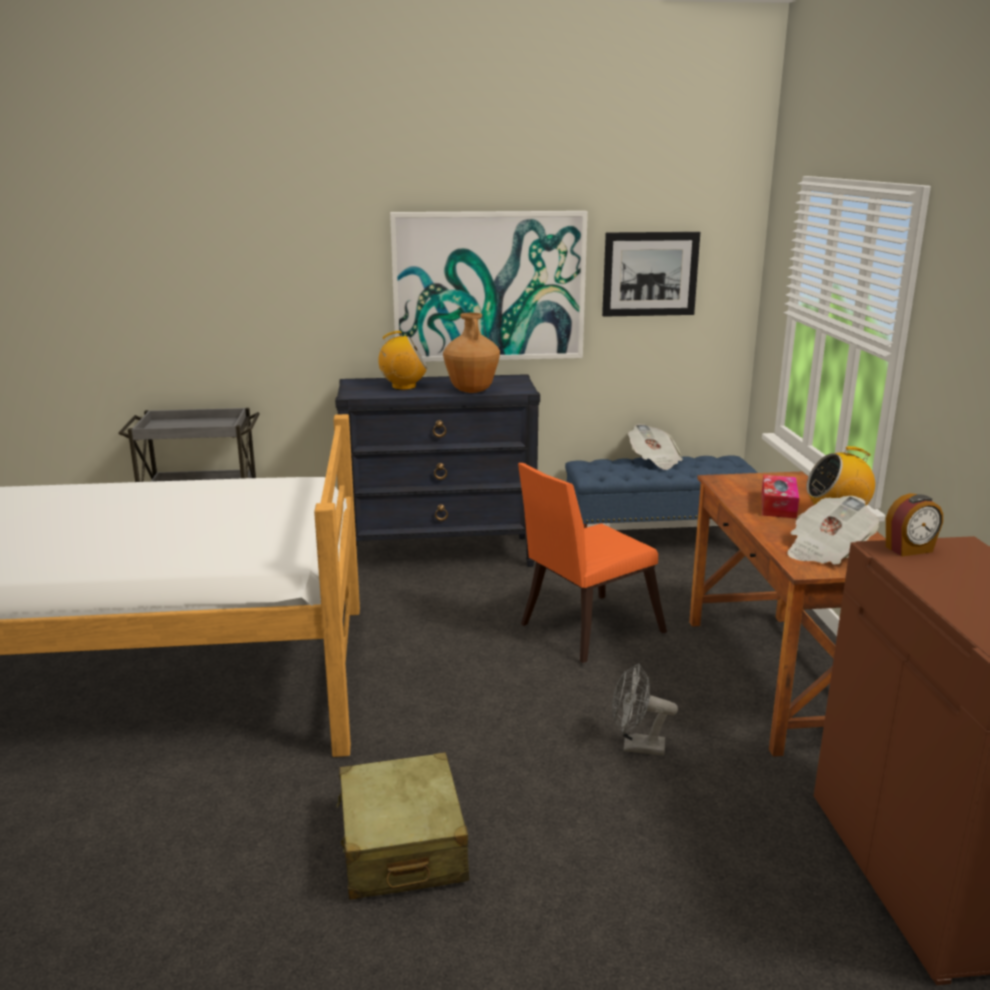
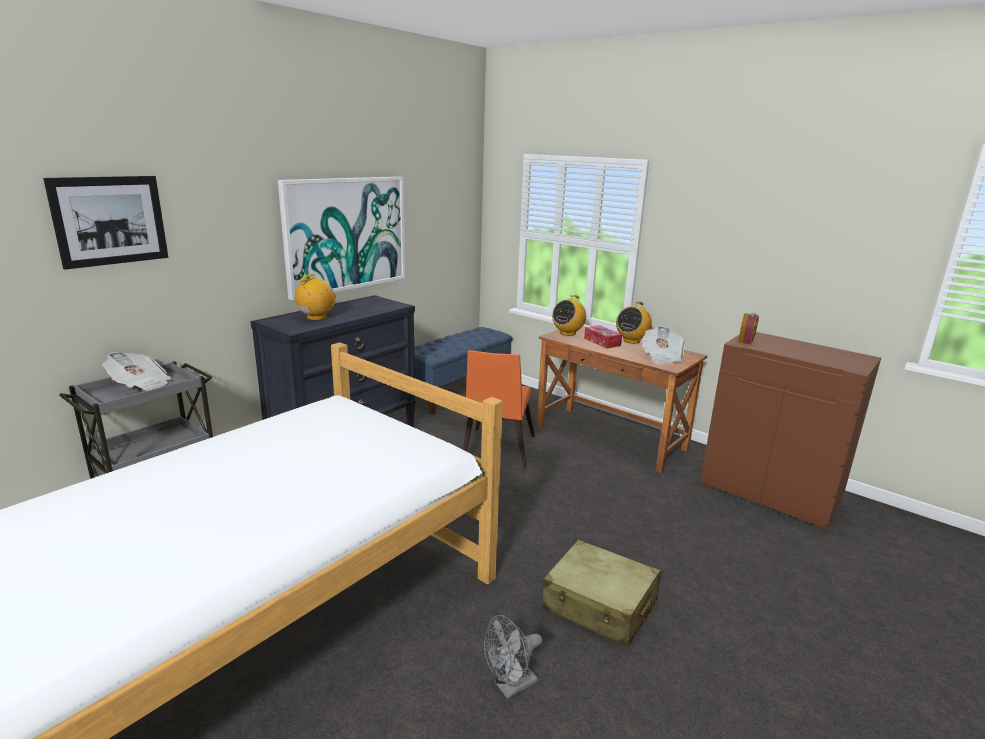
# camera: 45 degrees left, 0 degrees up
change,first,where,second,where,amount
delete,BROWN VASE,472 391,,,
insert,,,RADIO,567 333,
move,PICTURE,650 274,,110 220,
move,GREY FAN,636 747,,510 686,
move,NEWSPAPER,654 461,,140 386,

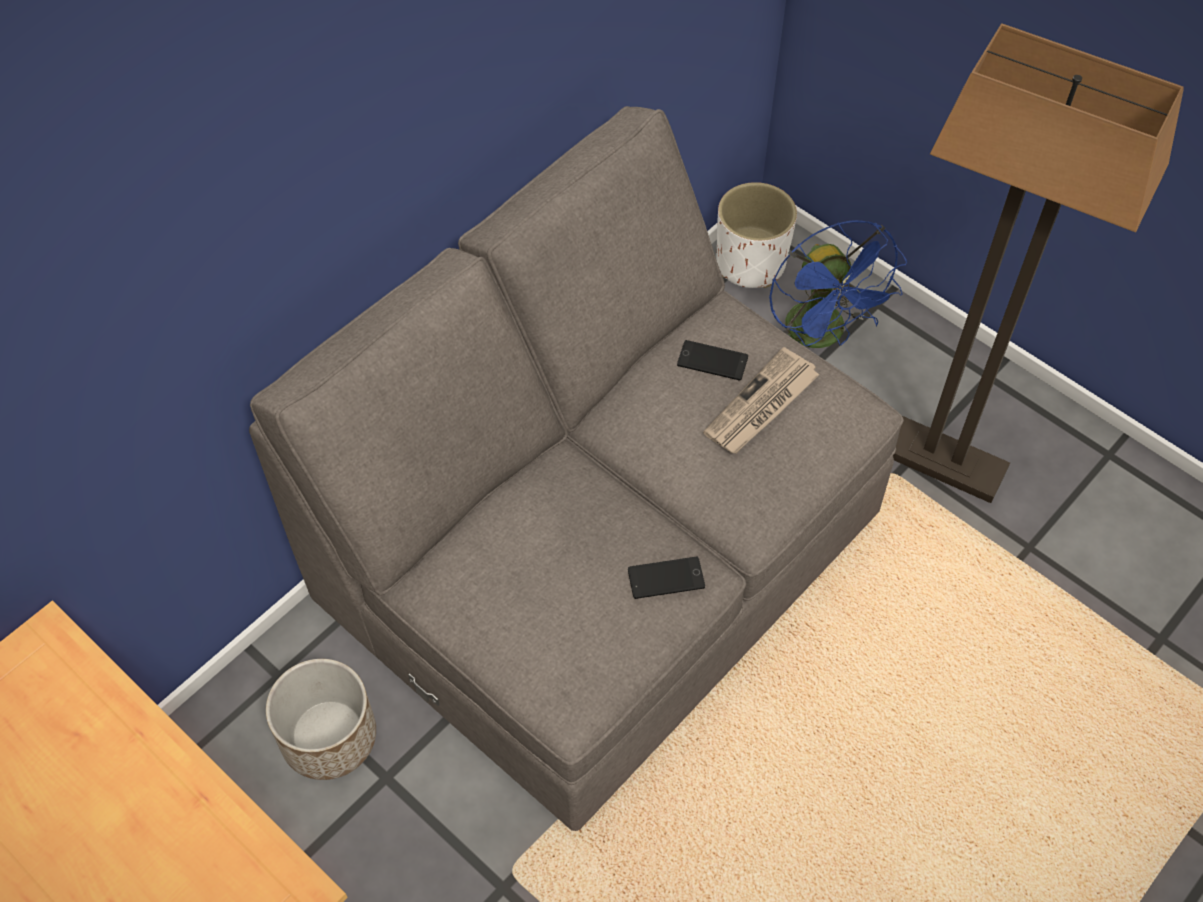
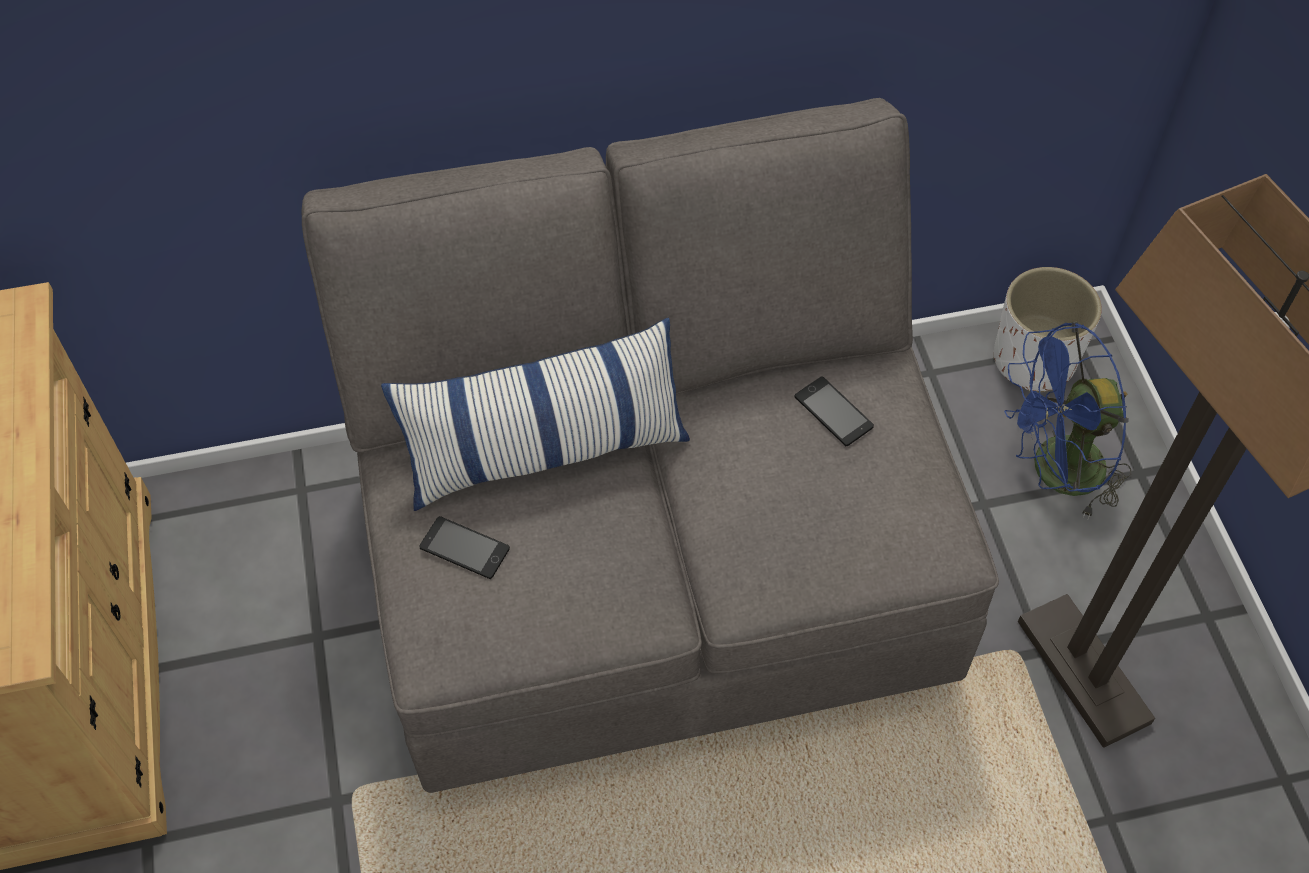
# camera: 35 degrees right, 0 degrees up
change,first,where,second,where,amount
delete,PLANTER,328 737,,,
delete,NEWSPAPER,761 406,,,
insert,,,PILLOW,545 450,
move,PHONE,666 578,,464 548,
rotate,BLUE FAN,823 336,,1054 473,60 degrees clockwise

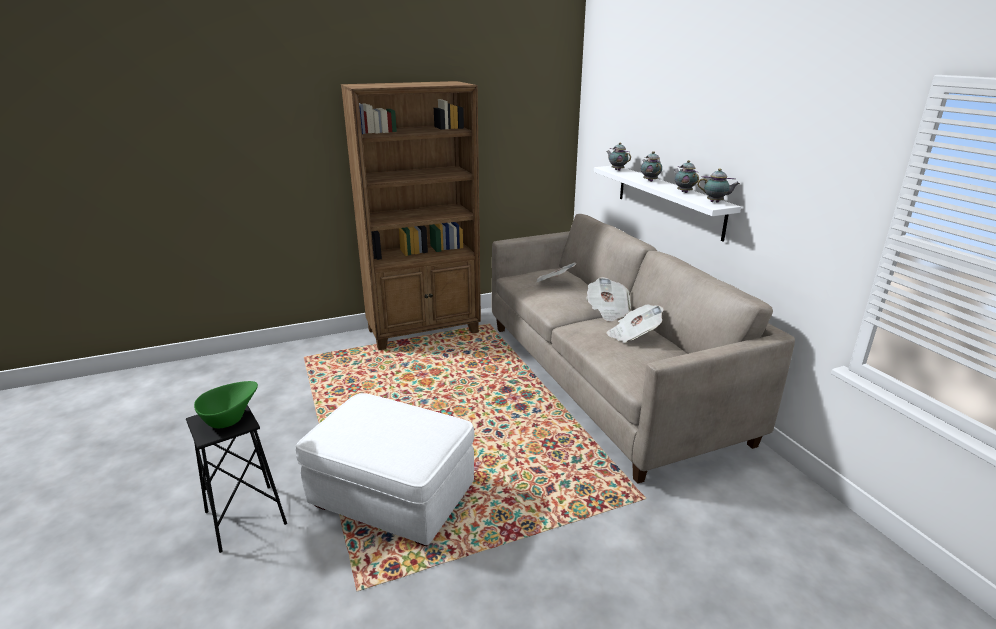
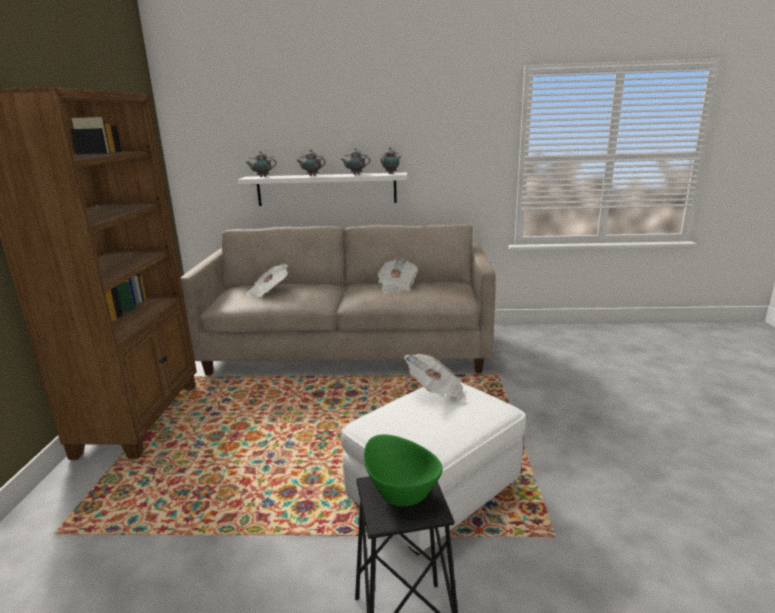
# camera: 65 degrees left, 5 degrees down
change,first,where,second,where,amount
move,NEWSPAPER,607 311,,436 392,

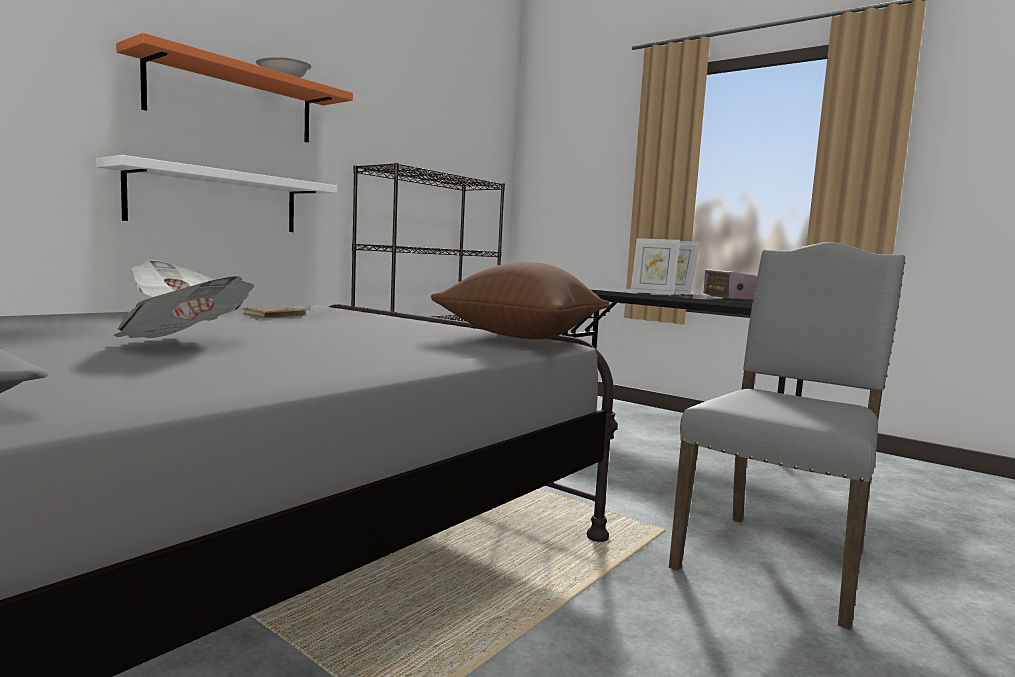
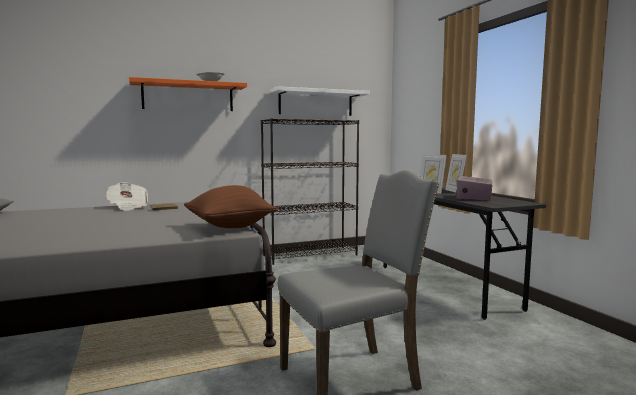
# camera: 30 degrees right, 0 degrees up
change,first,where,second,where,amount
delete,NEWSPAPER,186 344,,,
move,WHITE SHELF,216 200,,316 103,

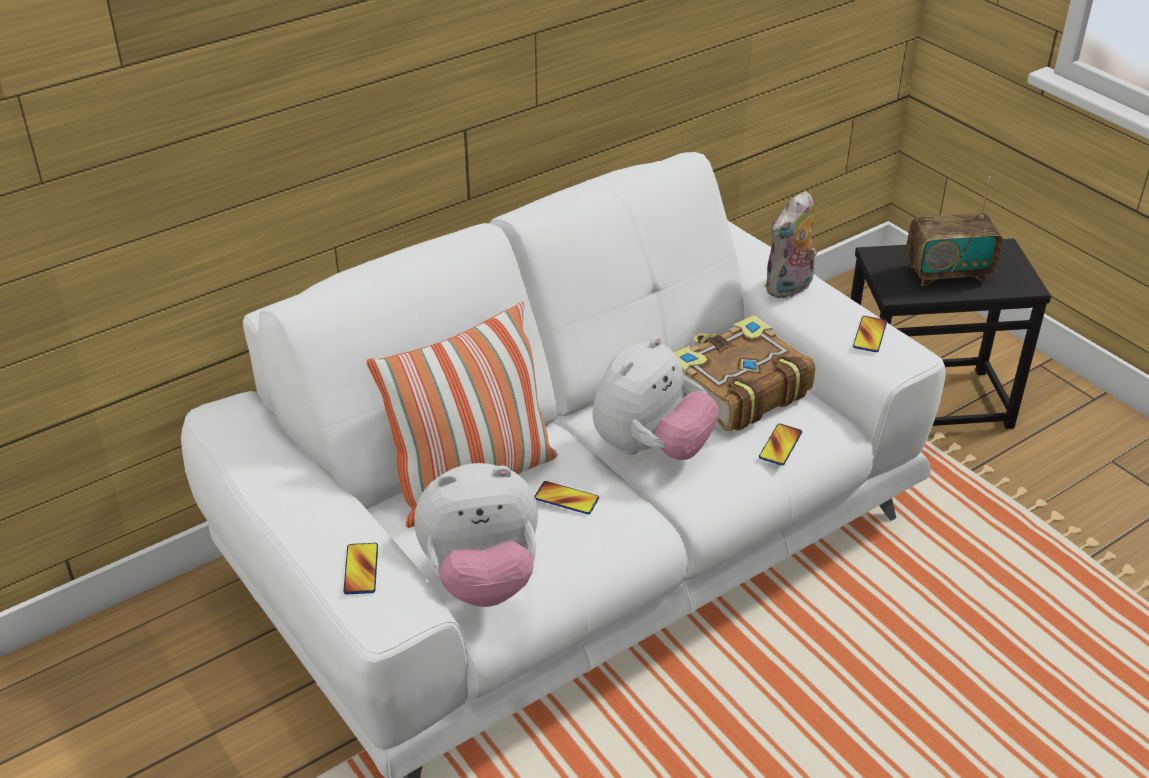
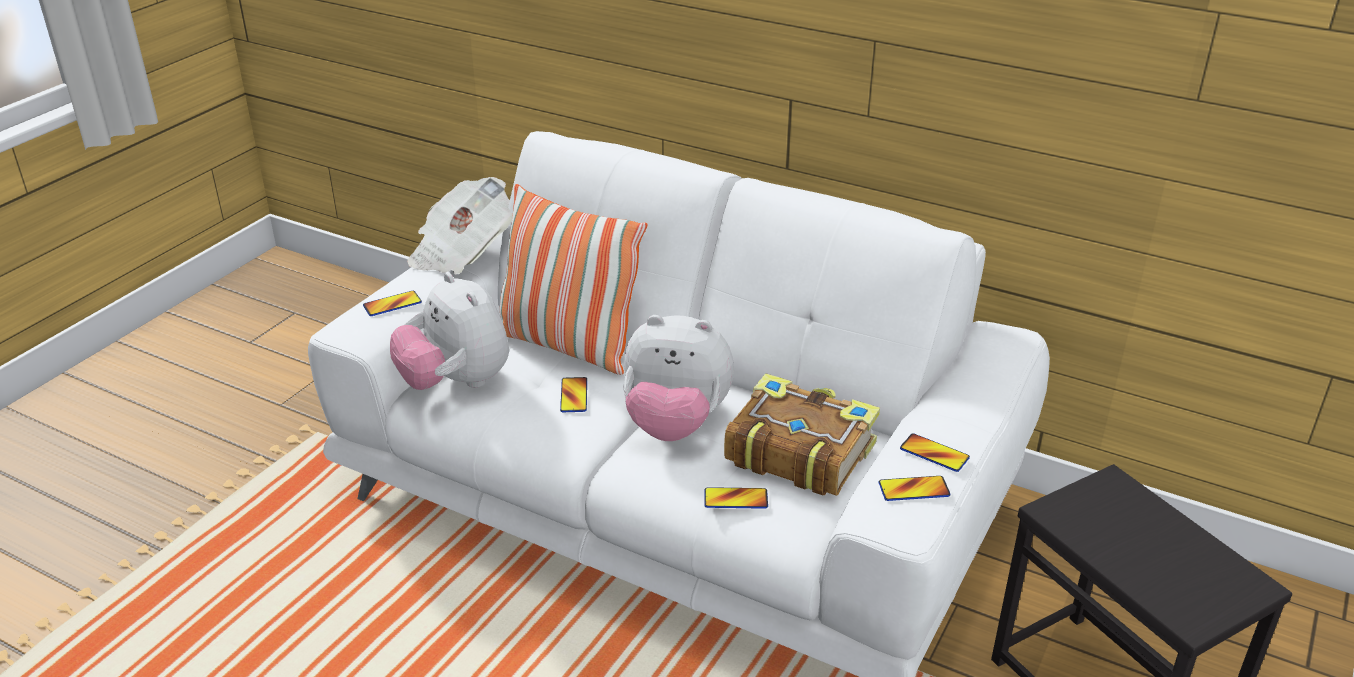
# camera: 65 degrees right, 5 degrees down
change,first,where,second,where,amount
delete,PLUSH TOY,789 288,,,
delete,RADIO,947 273,,,
insert,,,NEWSPAPER,461 252,
insert,,,PHONE,934 454,

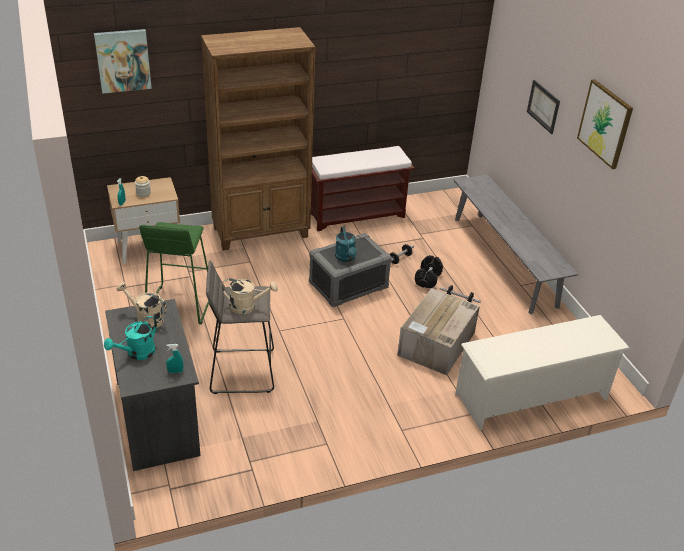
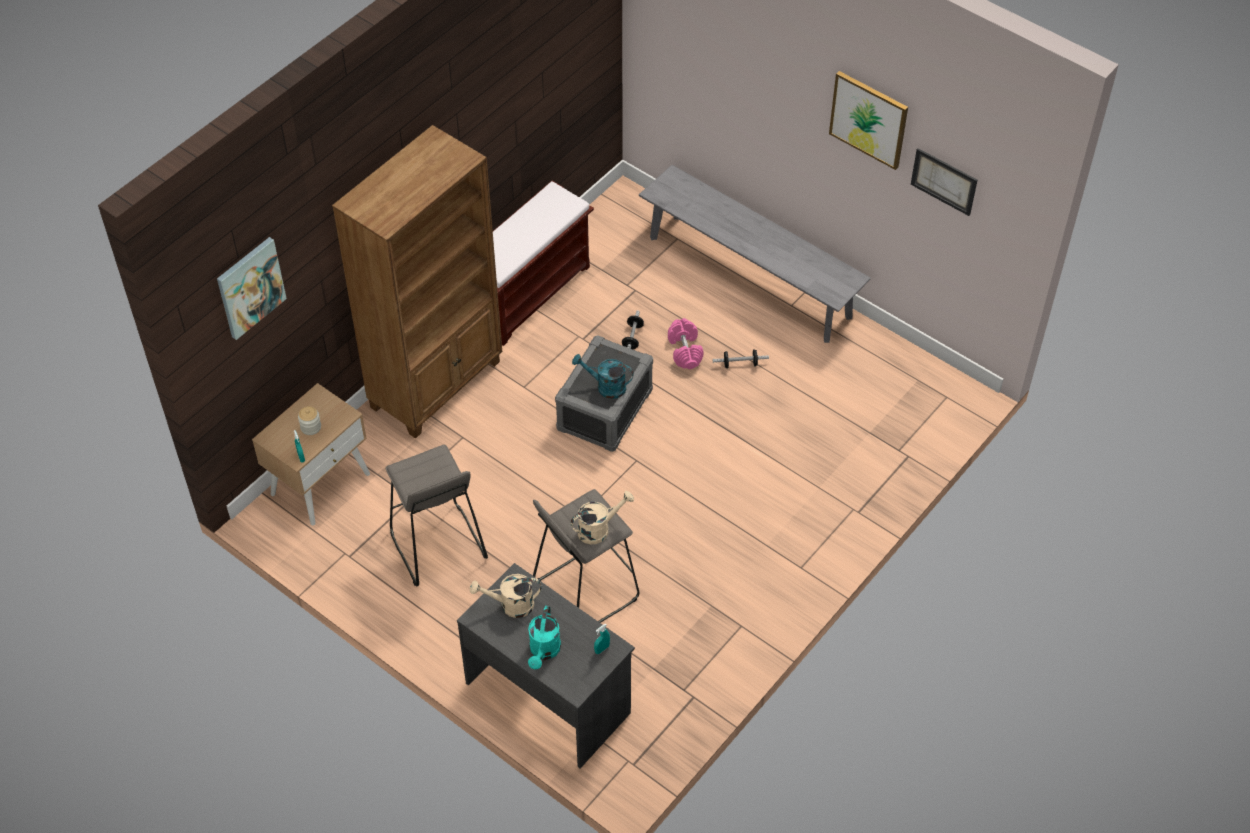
# camera: 30 degrees left, 15 degrees up
change,first,where,second,where,amount
delete,CARDBOARD BOX,436 344,,,
delete,WHITE SHOE RACK,532 397,,,
move,PICTURE,543 106,,944 181,
recolor,GREEN STOOL,179 305,GREY STOOL,437 546,
recolor,BLACK DUMBBELL,428 278,PINK DUMBBELL,685 351,
rotate,TURQUOISE WATERING CAN,346 258,,606 387,150 degrees clockwise

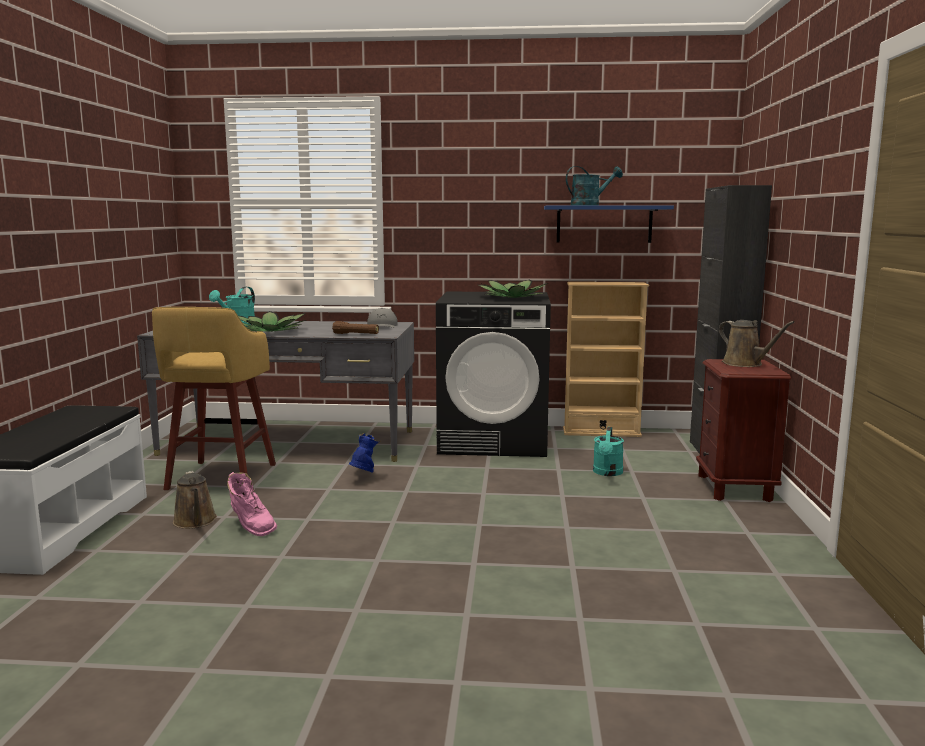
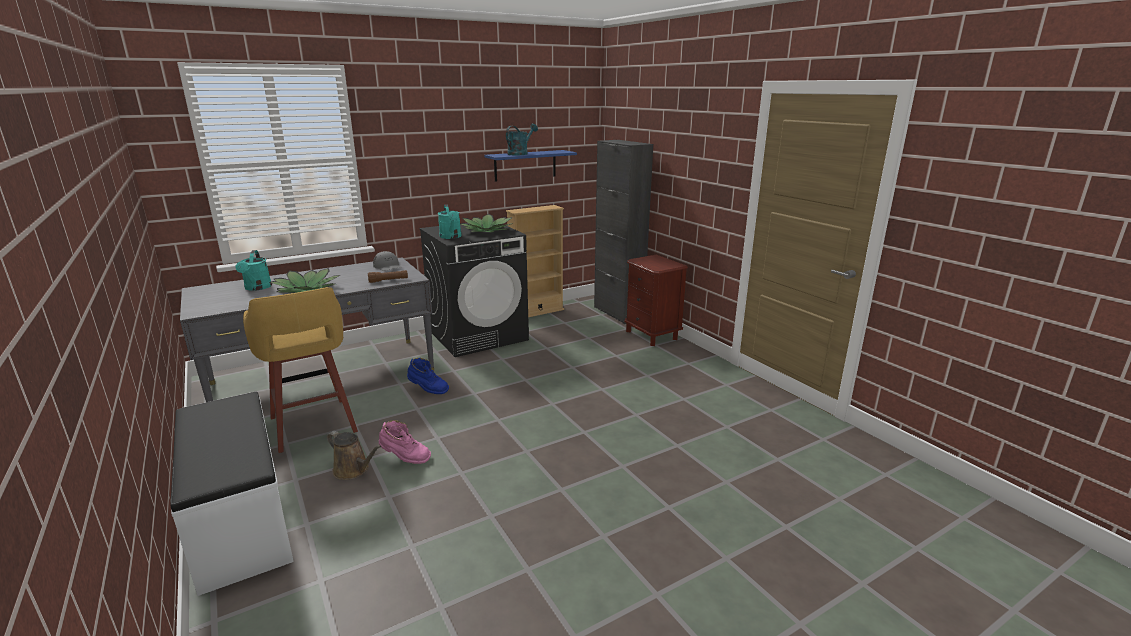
# camera: 35 degrees left, 10 degrees up
change,first,where,second,where,amount
delete,BROWN WATERING CAN,745 364,,,
move,TURQUOISE WATERING CAN,607 473,,451 237,
rotate,BLUE BOOT,363 476,,428 390,135 degrees clockwise

